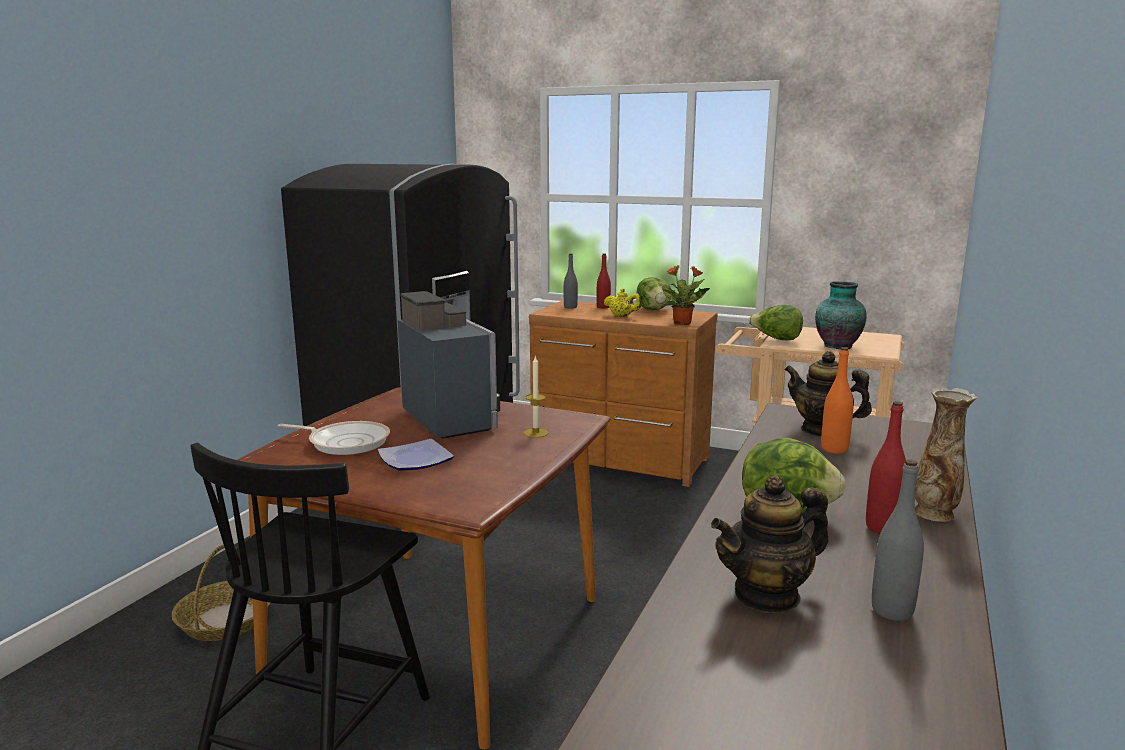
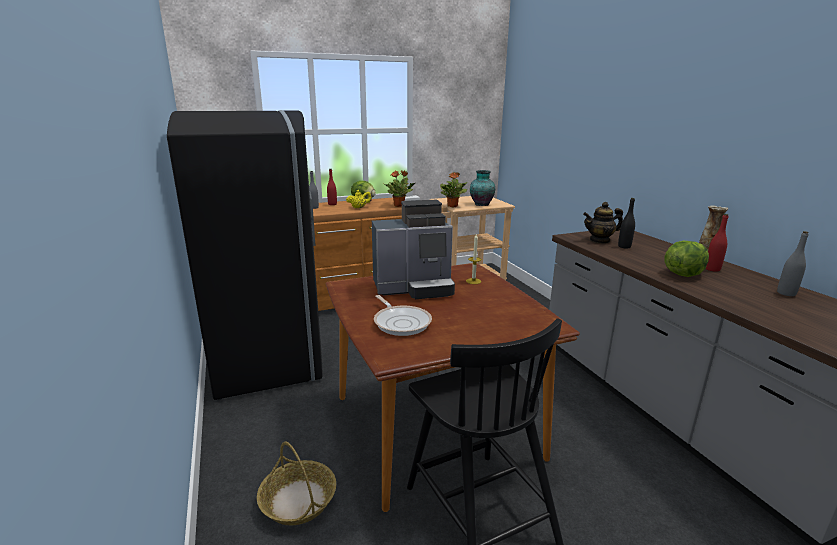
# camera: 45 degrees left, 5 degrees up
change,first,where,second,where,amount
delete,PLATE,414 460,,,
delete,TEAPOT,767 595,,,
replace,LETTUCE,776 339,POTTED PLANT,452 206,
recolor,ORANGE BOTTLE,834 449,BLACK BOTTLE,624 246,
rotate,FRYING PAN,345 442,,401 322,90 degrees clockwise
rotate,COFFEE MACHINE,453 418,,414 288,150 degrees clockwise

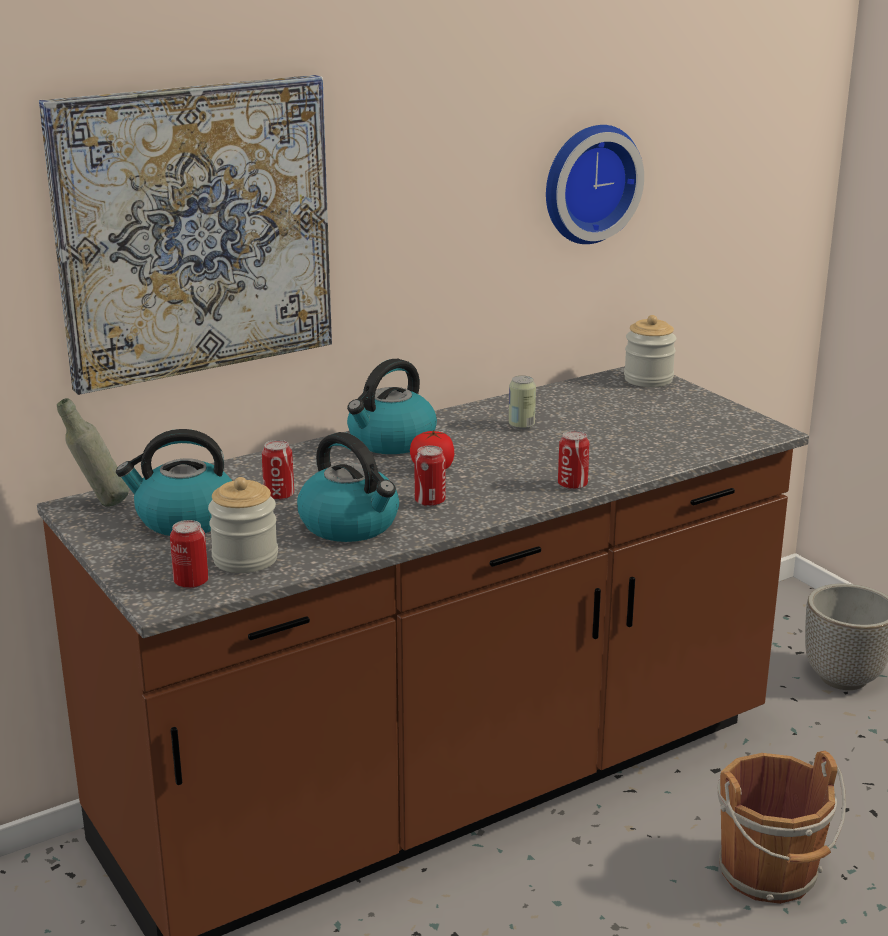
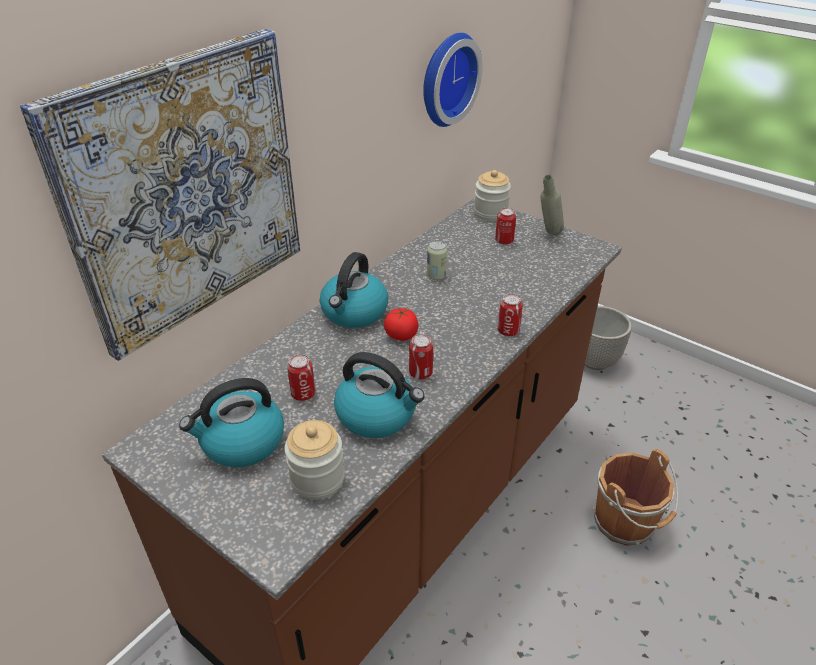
# camera: 20 degrees left, 15 degrees up
change,first,where,second,where,amount
move,GREY BOTTLE,99 505,,548 235,
move,CAN,191 582,,504 241,

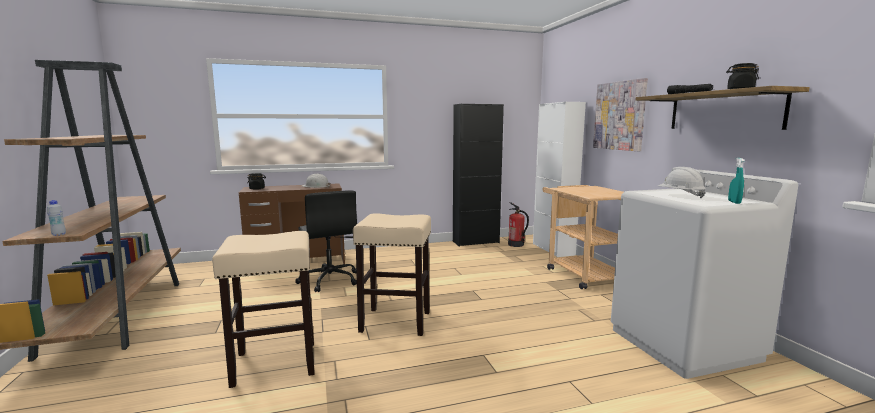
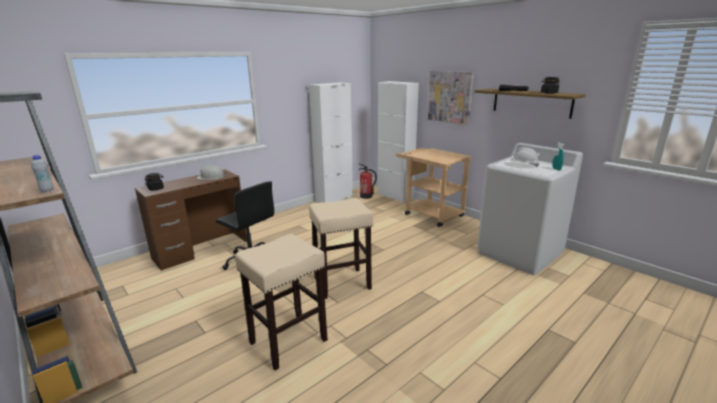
# camera: 25 degrees left, 10 degrees up
change,first,where,second,where,amount
move,WHITE BOTTLE,59 234,,47 190,
recolor,BLACK CABINET,475 242,WHITE CABINET,334 199,

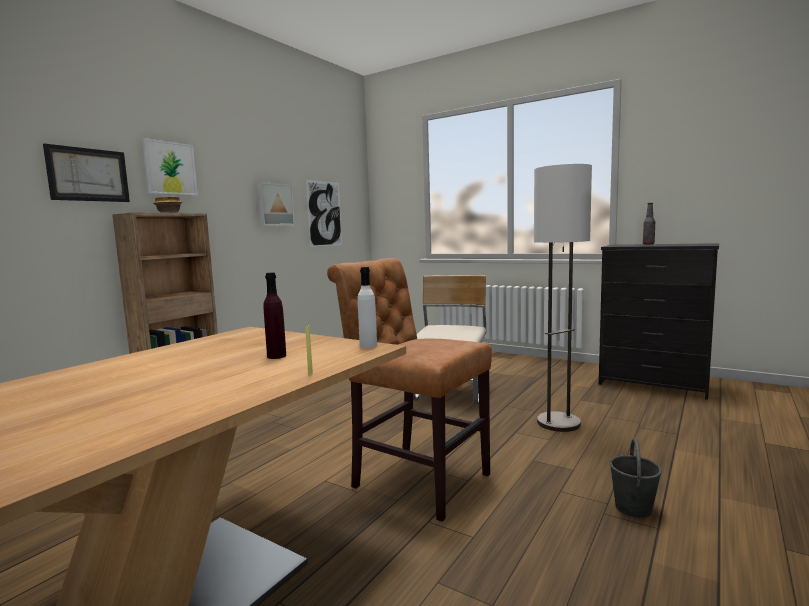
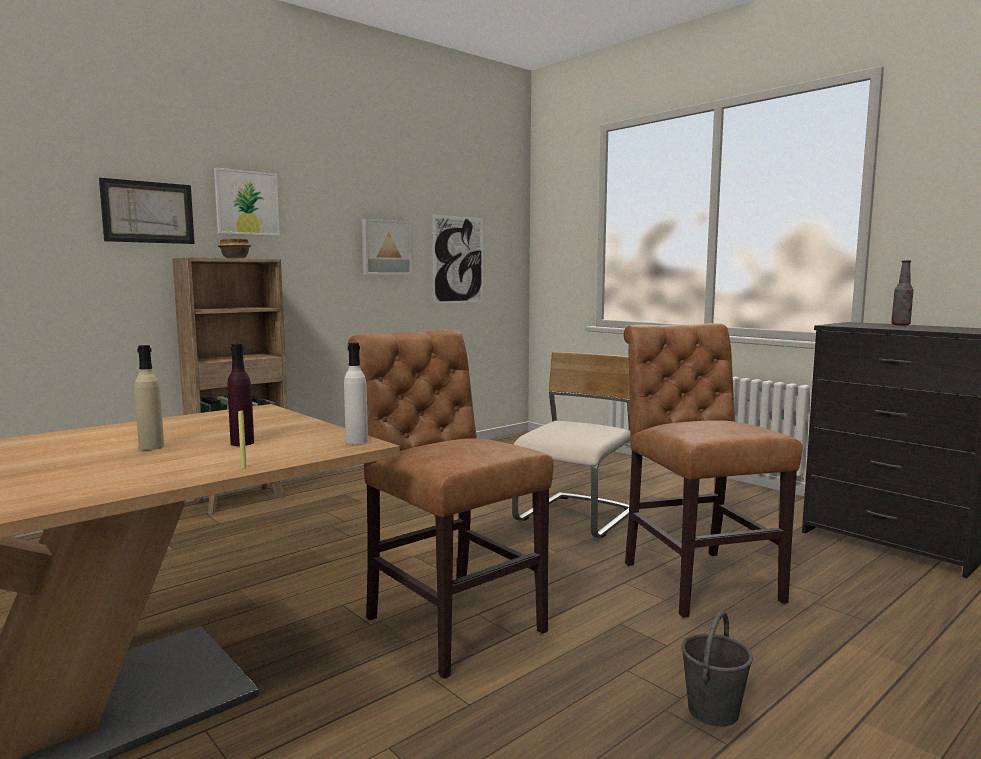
# camera: 15 degrees right, 0 degrees up
change,first,where,second,where,amount
insert,,,BEIGE BOTTLE,151 447,
replace,FLOOR LAMP,558 423,BROWN CHAIR,696 579,

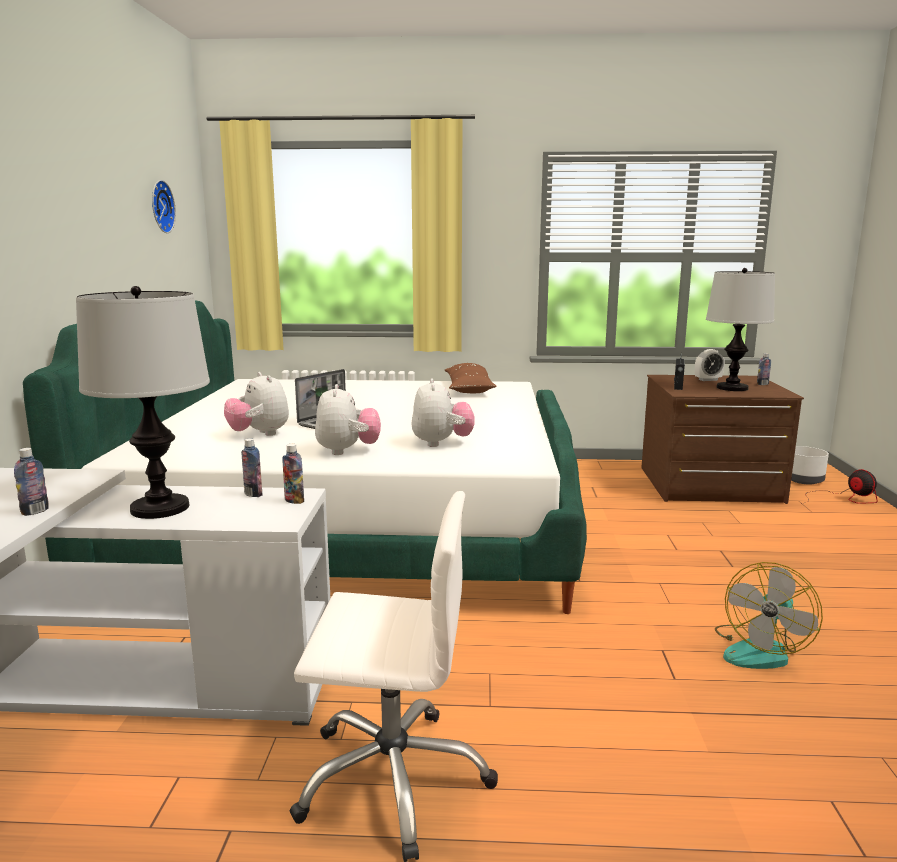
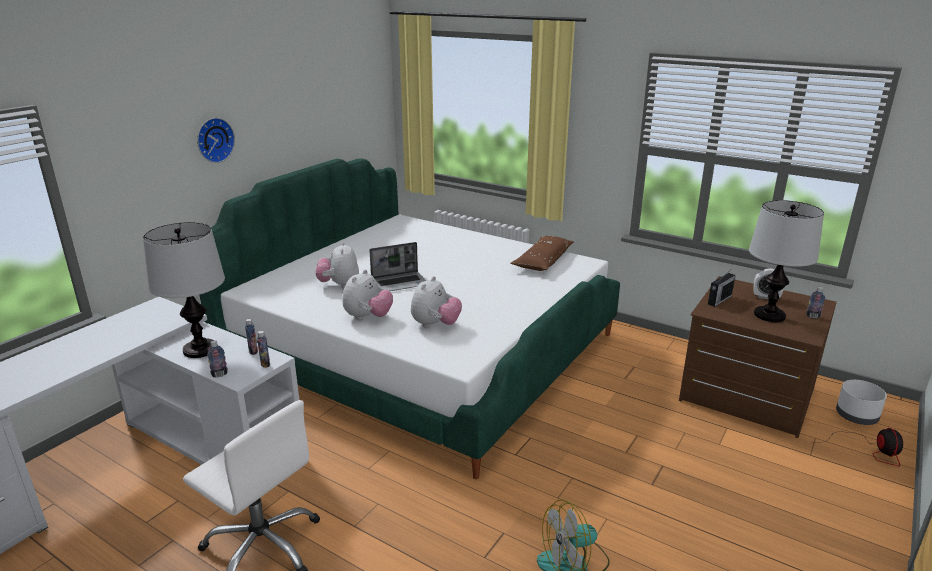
# camera: 30 degrees right, 10 degrees up
change,first,where,second,where,amount
move,BOTTLE,35 511,,219 374,
move,WALL CLOCK,159 206,,214 140,

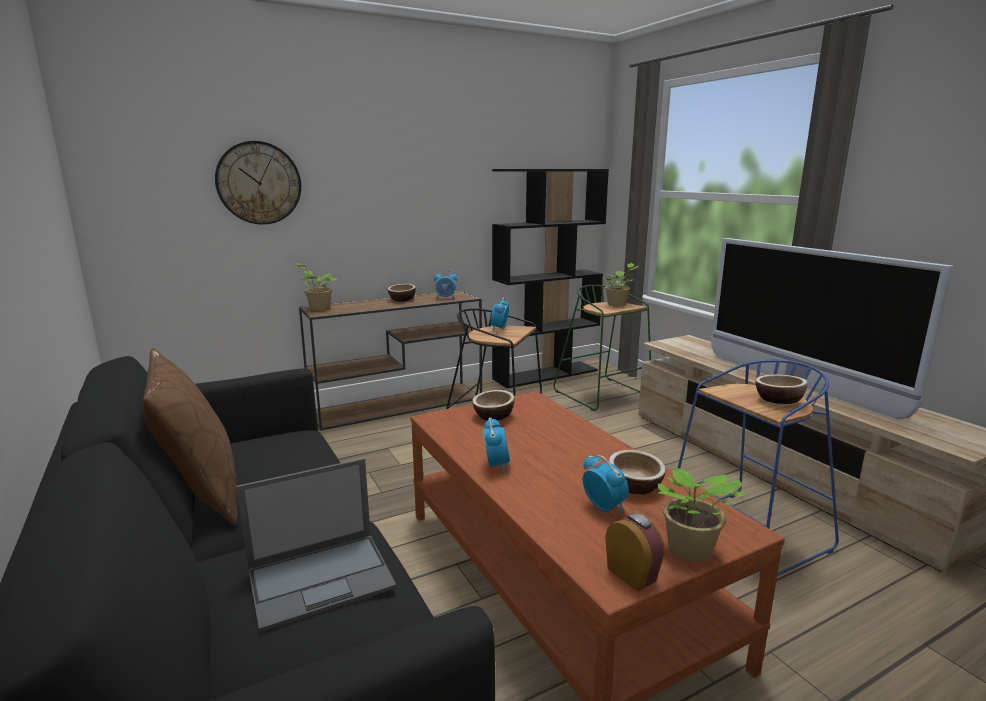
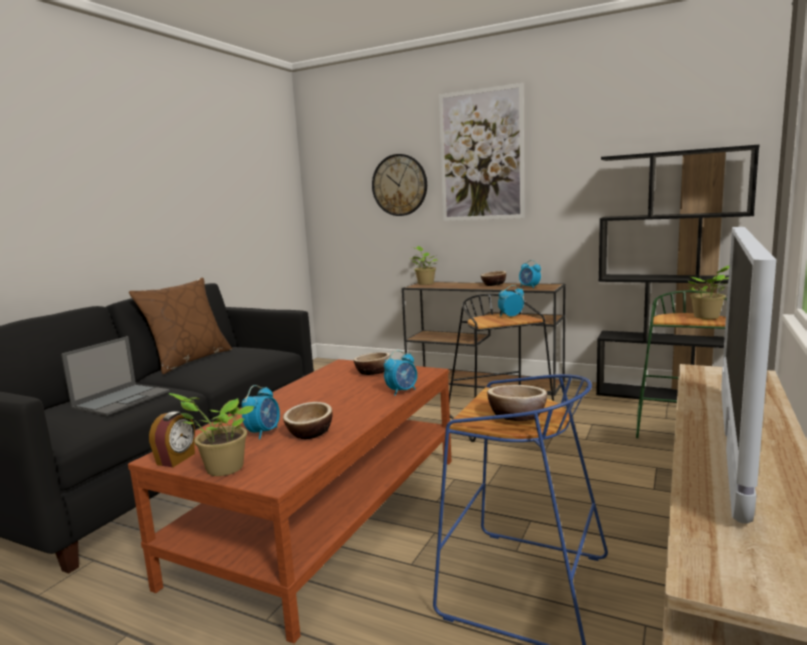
# camera: 55 degrees right, 5 degrees down
change,first,where,second,where,amount
insert,,,PICTURE,481 155,
move,ALARM CLOCK,496 465,,402 391,
rotate,LAPTOP,322 578,,122 399,90 degrees counterclockwise

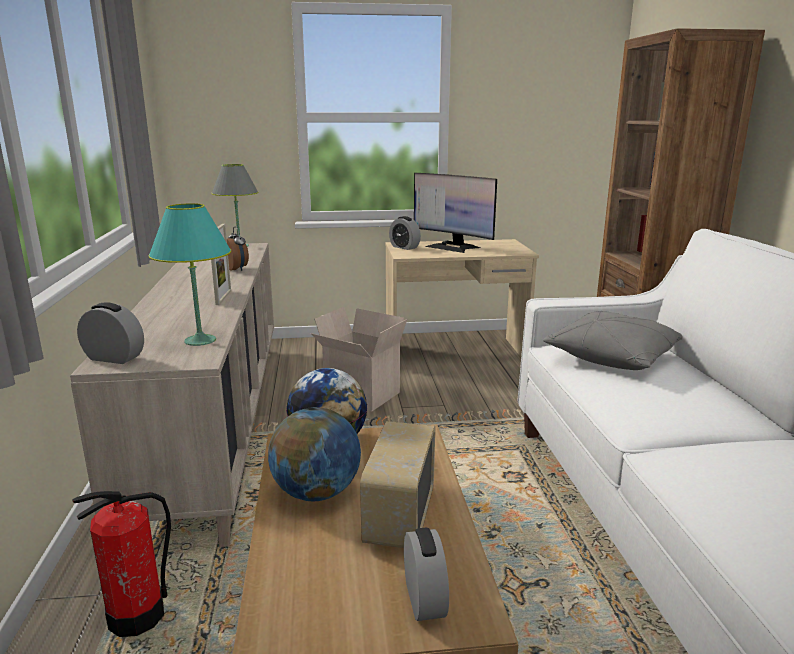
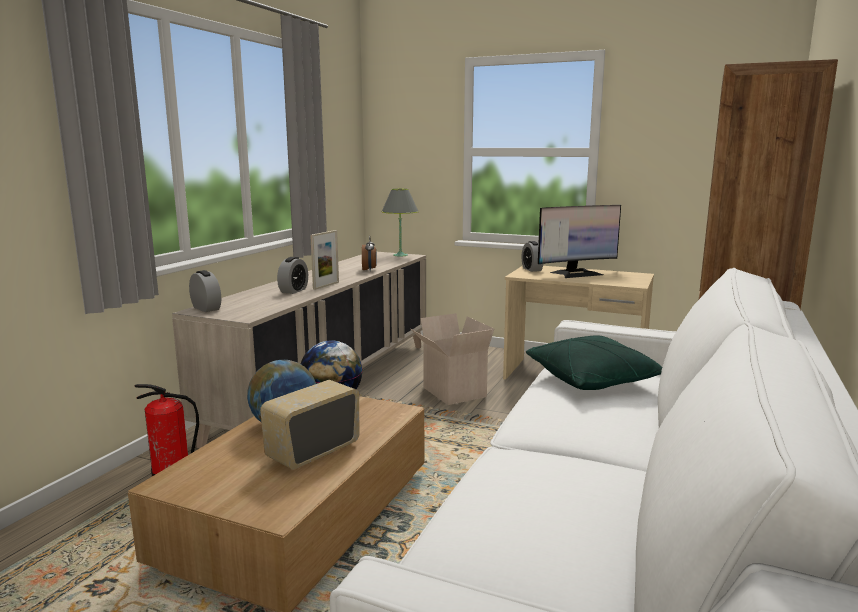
# camera: 30 degrees right, 5 degrees down
change,first,where,second,where,amount
delete,TURQUOISE TABLE LAMP,200 340,,,
move,ALARM CLOCK,424 599,,293 291,
recolor,GREY PILLOW,613 357,GREEN PILLOW,593 380,
rotate,MONITOR,453 247,,576 273,90 degrees counterclockwise

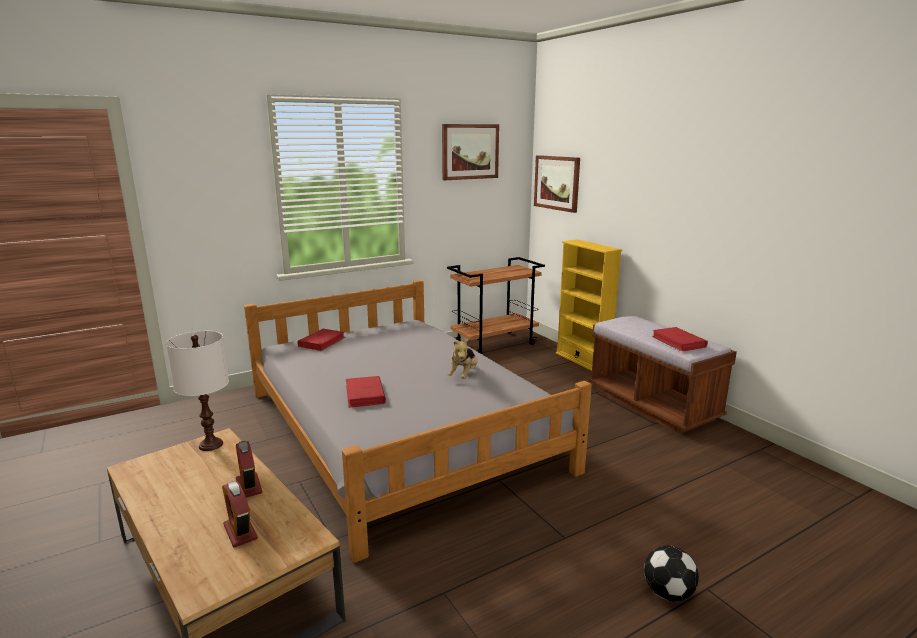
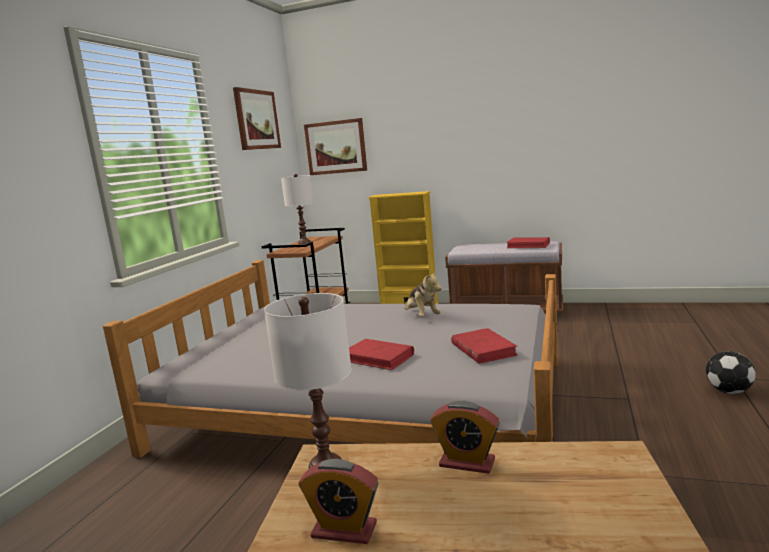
# camera: 40 degrees left, 5 degrees down
change,first,where,second,where,amount
insert,,,WHITE TABLE LAMP,304 242,
move,ALARM CLOCK,240 532,,344 530,
move,RED BOOK,322 342,,483 349,

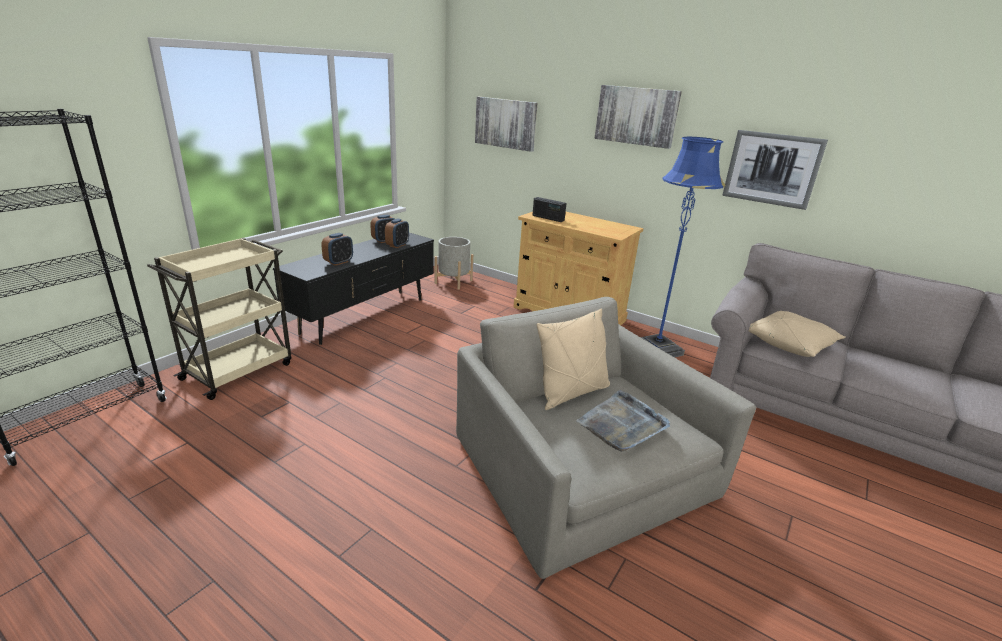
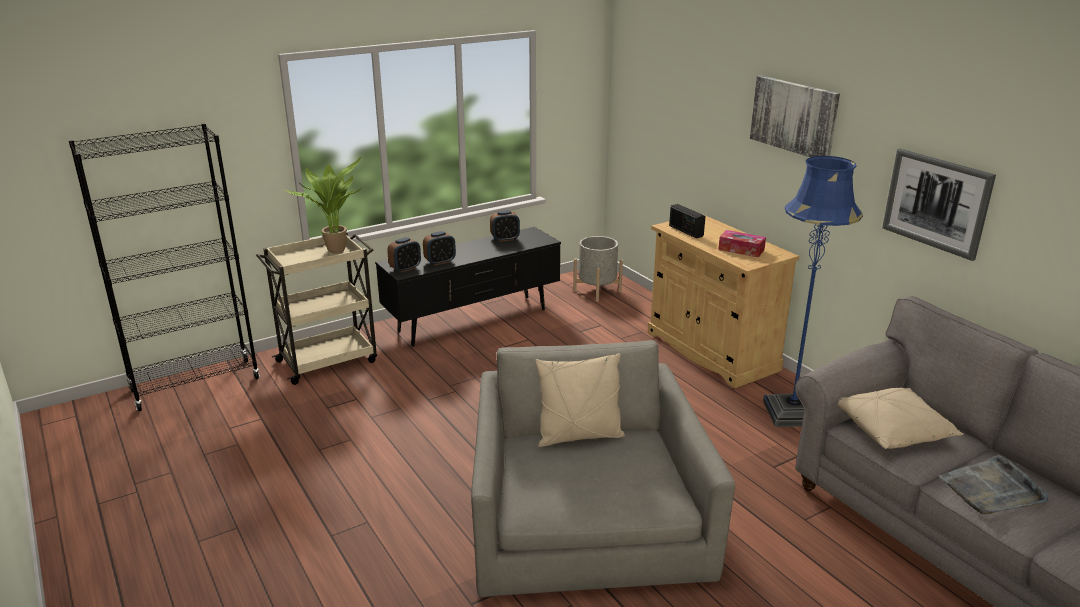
# camera: 25 degrees right, 0 degrees up
change,first,where,second,where,amount
delete,PICTURE,506 123,,,
insert,,,POTTED PLANT,336 250,
insert,,,TISSUE BOX,741 250,
move,ALARM CLOCK,397 245,,405 268,
move,GREY TRAY,622 424,,992 490,

